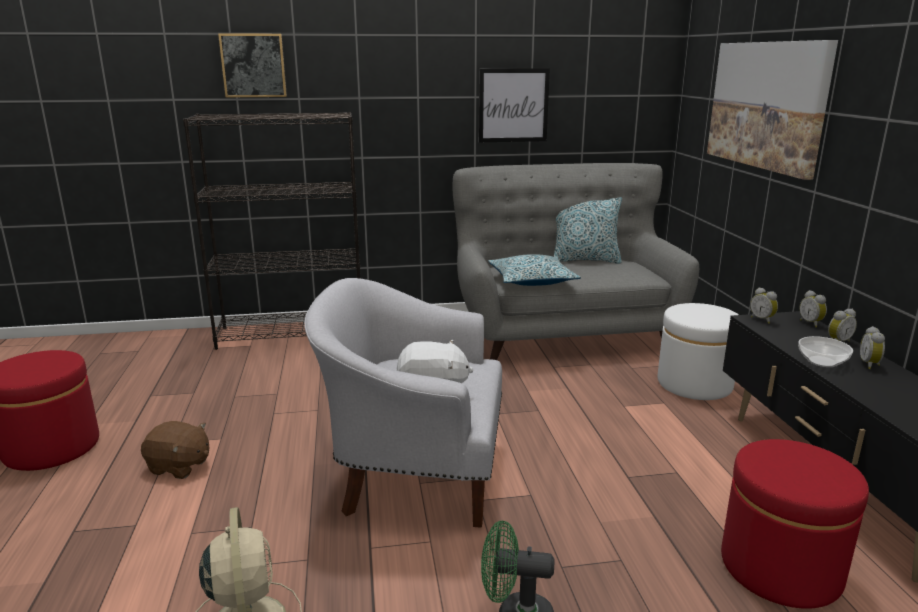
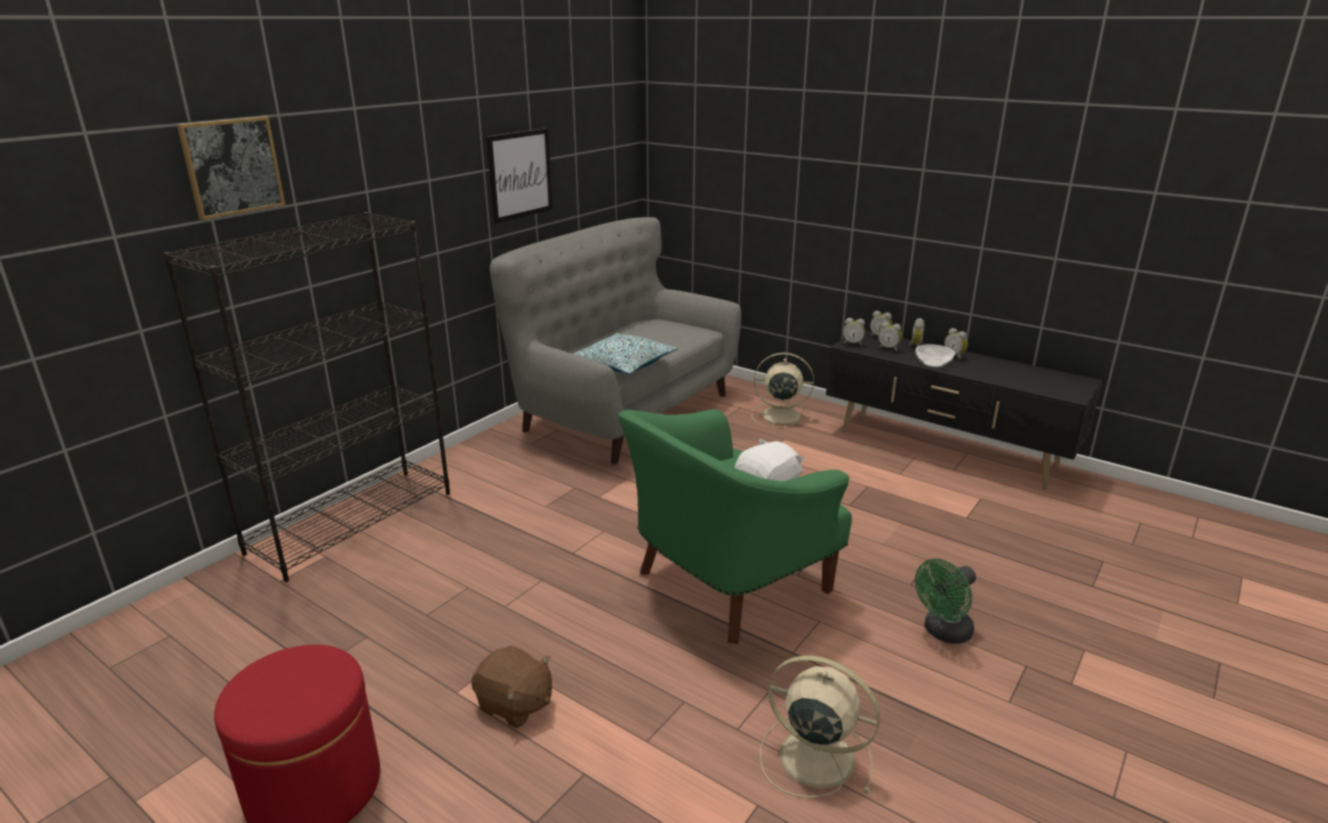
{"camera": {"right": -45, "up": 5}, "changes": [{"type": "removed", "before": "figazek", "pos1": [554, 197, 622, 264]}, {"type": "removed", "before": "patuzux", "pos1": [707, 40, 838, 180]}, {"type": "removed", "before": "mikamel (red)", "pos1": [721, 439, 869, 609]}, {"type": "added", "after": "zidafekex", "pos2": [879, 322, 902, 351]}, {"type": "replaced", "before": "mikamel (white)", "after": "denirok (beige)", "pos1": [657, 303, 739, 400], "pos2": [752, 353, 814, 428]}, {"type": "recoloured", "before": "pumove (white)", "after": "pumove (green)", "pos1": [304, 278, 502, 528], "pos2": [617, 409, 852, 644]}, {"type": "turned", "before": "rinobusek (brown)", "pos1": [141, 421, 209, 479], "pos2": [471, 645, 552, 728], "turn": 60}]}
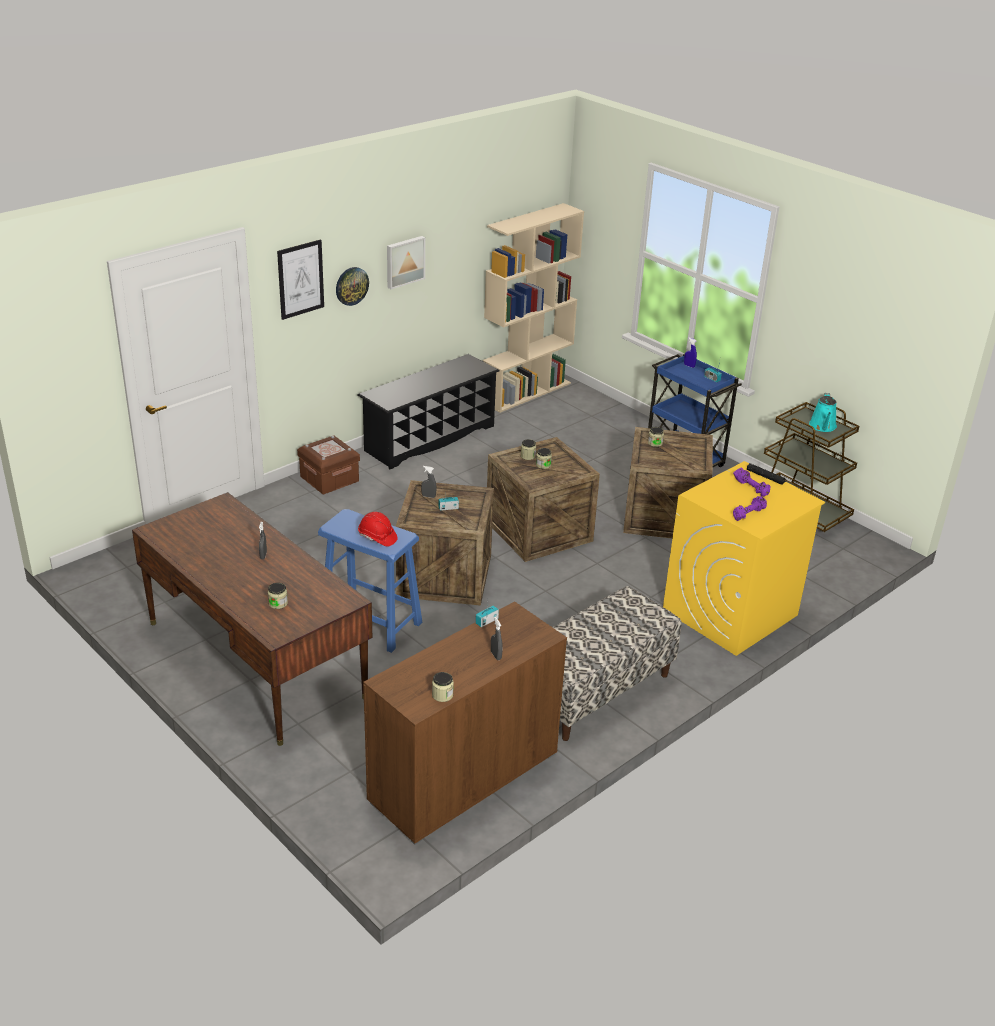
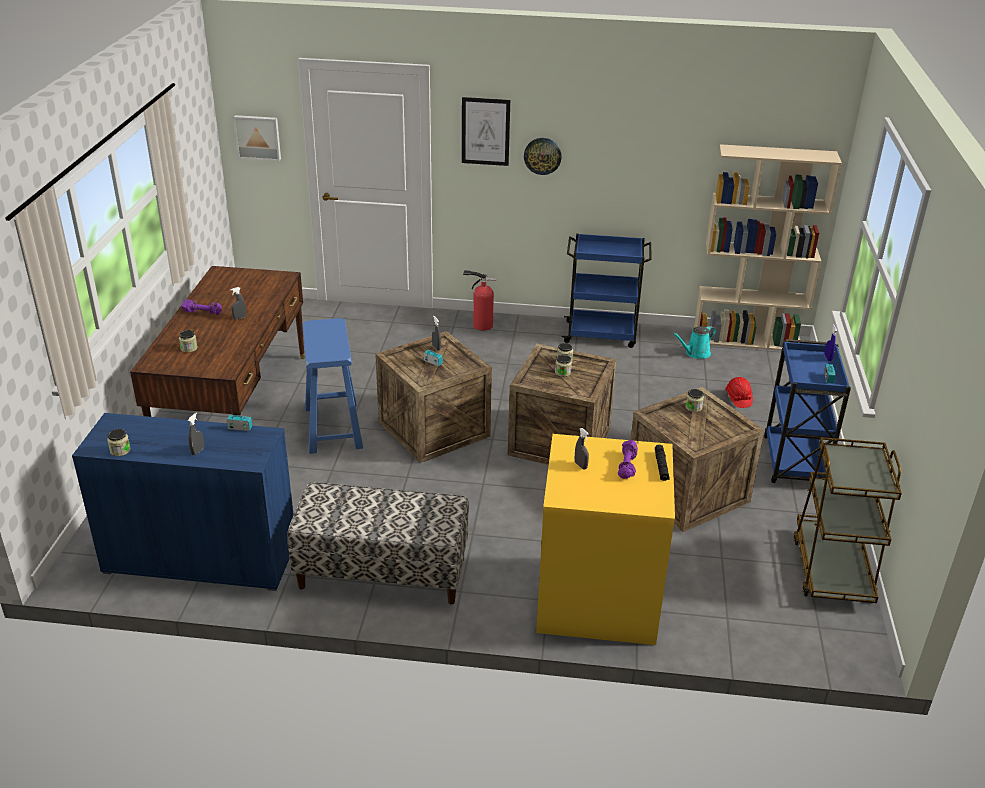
{"camera": {"right": 50, "up": 0}, "changes": [{"type": "added", "after": "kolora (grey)", "pos2": [575, 428, 589, 469]}, {"type": "moved", "before": "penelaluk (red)", "pos1": [358, 512, 398, 547], "pos2": [725, 377, 753, 408]}, {"type": "moved", "before": "patuzux", "pos1": [387, 236, 425, 289], "pos2": [233, 115, 281, 161]}, {"type": "moved", "before": "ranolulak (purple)", "pos1": [733, 496, 767, 521], "pos2": [181, 299, 222, 315]}, {"type": "moved", "before": "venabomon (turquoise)", "pos1": [809, 393, 837, 432], "pos2": [673, 326, 717, 359]}, {"type": "replaced", "before": "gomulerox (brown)", "after": "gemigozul", "pos1": [297, 436, 360, 494], "pos2": [463, 270, 496, 331]}, {"type": "replaced", "before": "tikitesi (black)", "after": "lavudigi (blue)", "pos1": [357, 354, 500, 469], "pos2": [561, 233, 651, 348]}, {"type": "recoloured", "before": "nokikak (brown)", "after": "nokikak (blue)", "pos1": [363, 601, 567, 845], "pos2": [72, 413, 293, 591]}]}
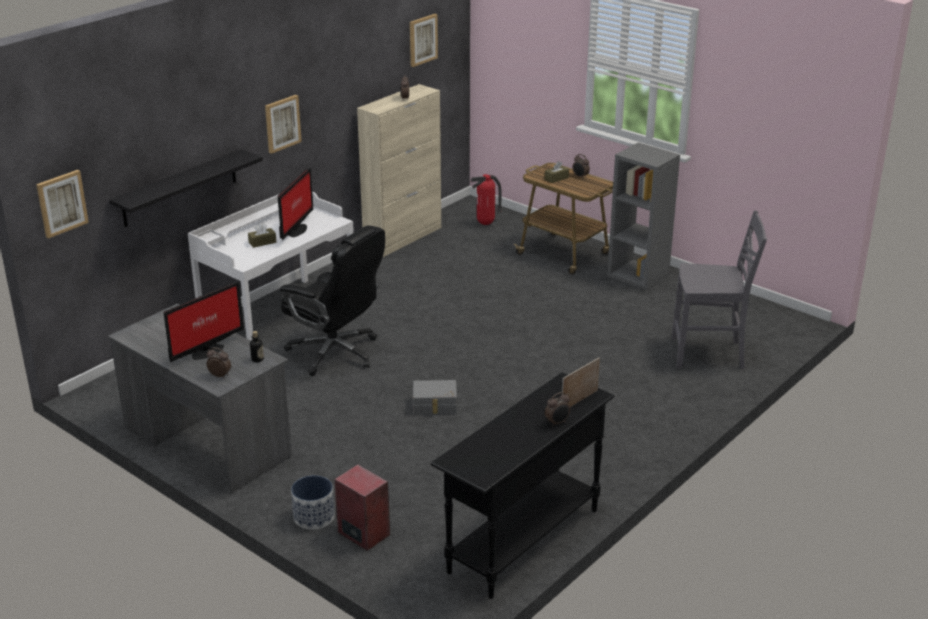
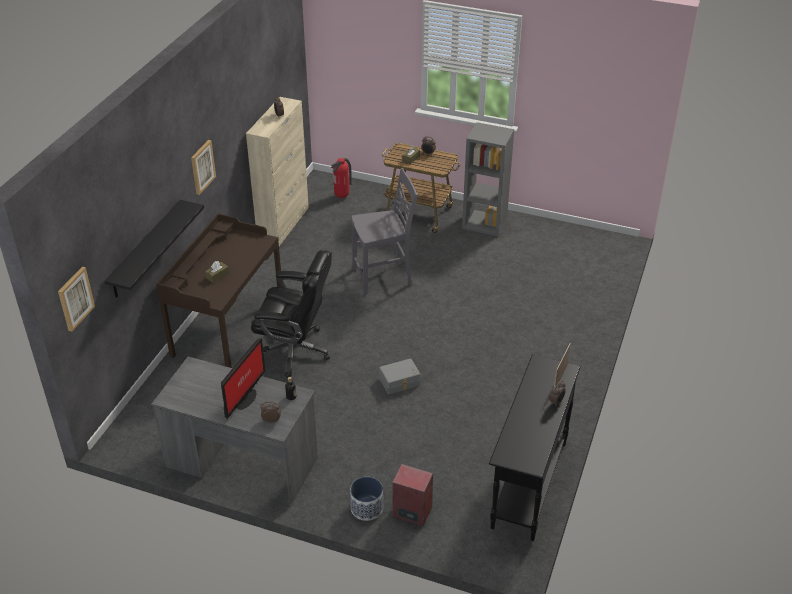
{"camera": {"right": -20, "up": 10}, "changes": [{"type": "removed", "before": "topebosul", "pos1": [278, 168, 313, 241]}, {"type": "removed", "before": "patuzux", "pos1": [410, 14, 438, 67]}, {"type": "moved", "before": "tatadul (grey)", "pos1": [672, 210, 767, 369], "pos2": [352, 168, 418, 295]}, {"type": "recoloured", "before": "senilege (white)", "after": "senilege (brown)", "pos1": [188, 192, 354, 340], "pos2": [156, 213, 281, 368]}]}
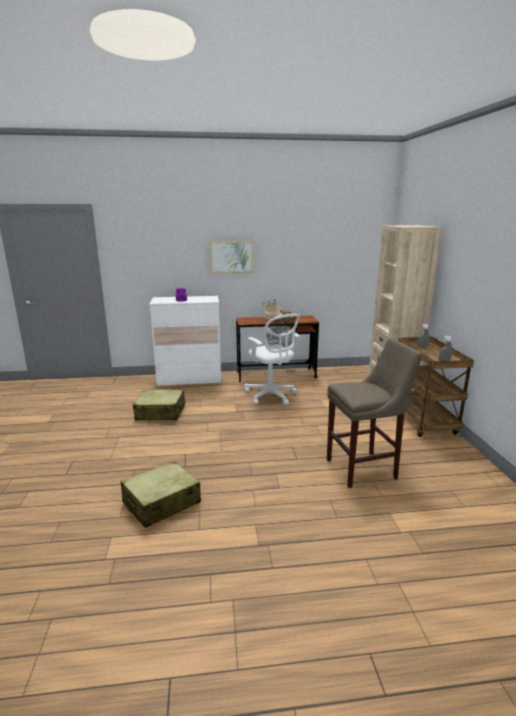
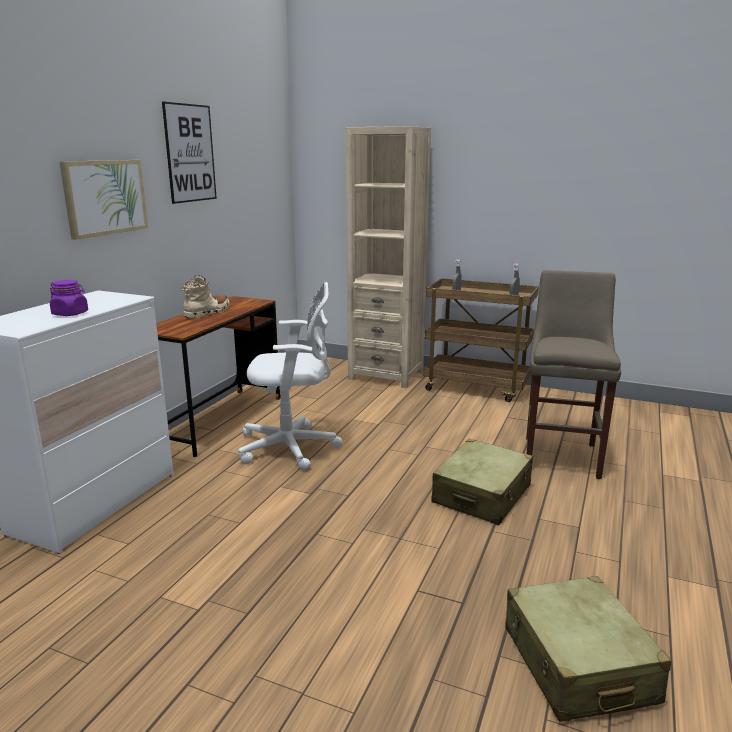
{"camera": {"right": -60, "up": 0}, "changes": [{"type": "added", "after": "patuzux", "pos2": [162, 102, 217, 204]}, {"type": "moved", "before": "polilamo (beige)", "pos1": [133, 389, 185, 420], "pos2": [431, 439, 533, 525]}]}
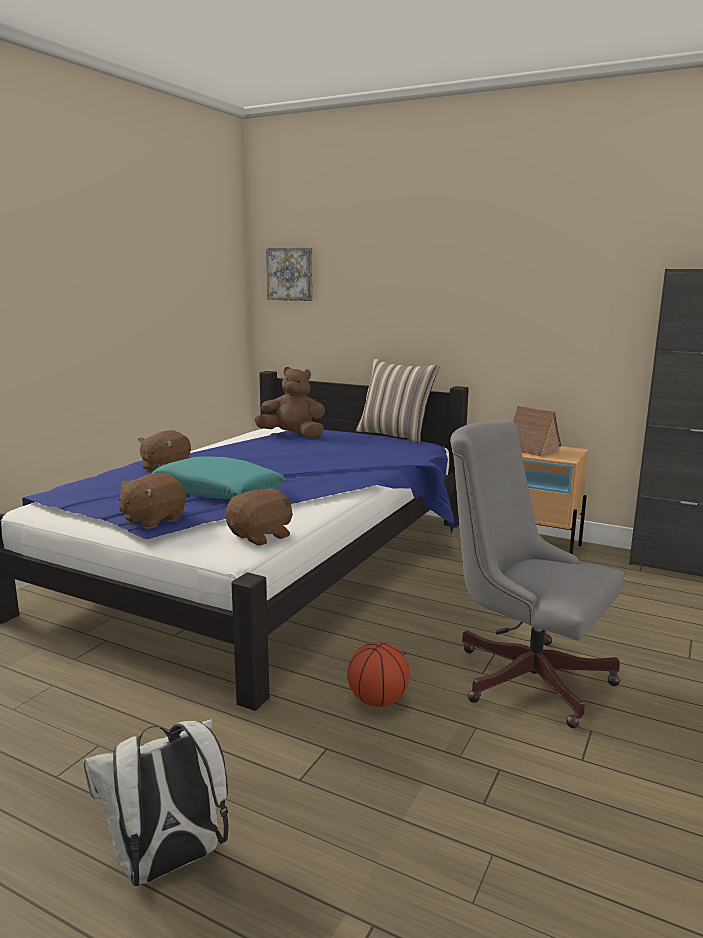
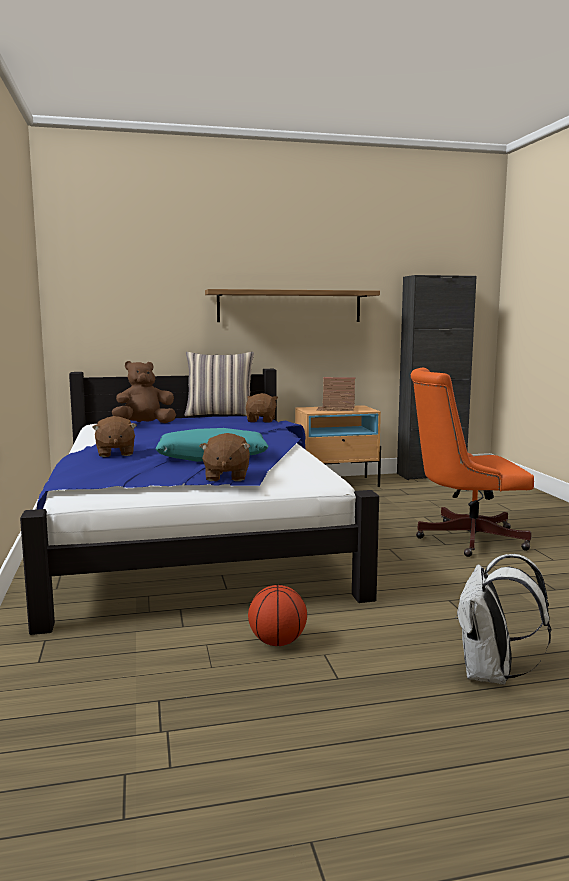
{"camera": {"right": -40, "up": -5}, "changes": [{"type": "removed", "before": "patuzux", "pos1": [266, 248, 313, 301]}, {"type": "added", "after": "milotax", "pos2": [205, 289, 380, 322]}, {"type": "moved", "before": "rinobusek (brown)", "pos1": [225, 488, 293, 546], "pos2": [246, 393, 278, 423]}, {"type": "moved", "before": "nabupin", "pos1": [347, 642, 409, 707], "pos2": [248, 585, 307, 646]}, {"type": "recoloured", "before": "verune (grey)", "after": "verune (orange)", "pos1": [450, 420, 624, 728], "pos2": [411, 368, 534, 557]}]}
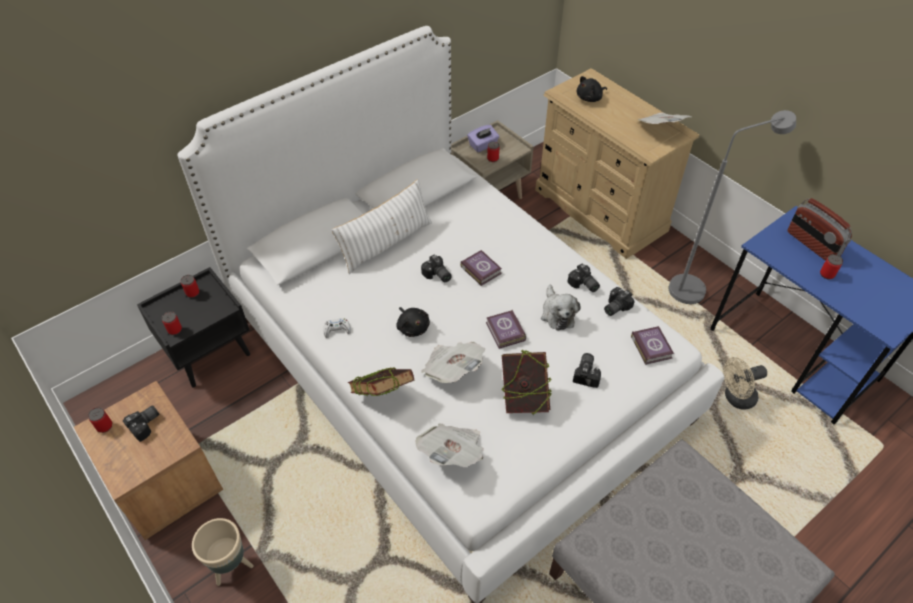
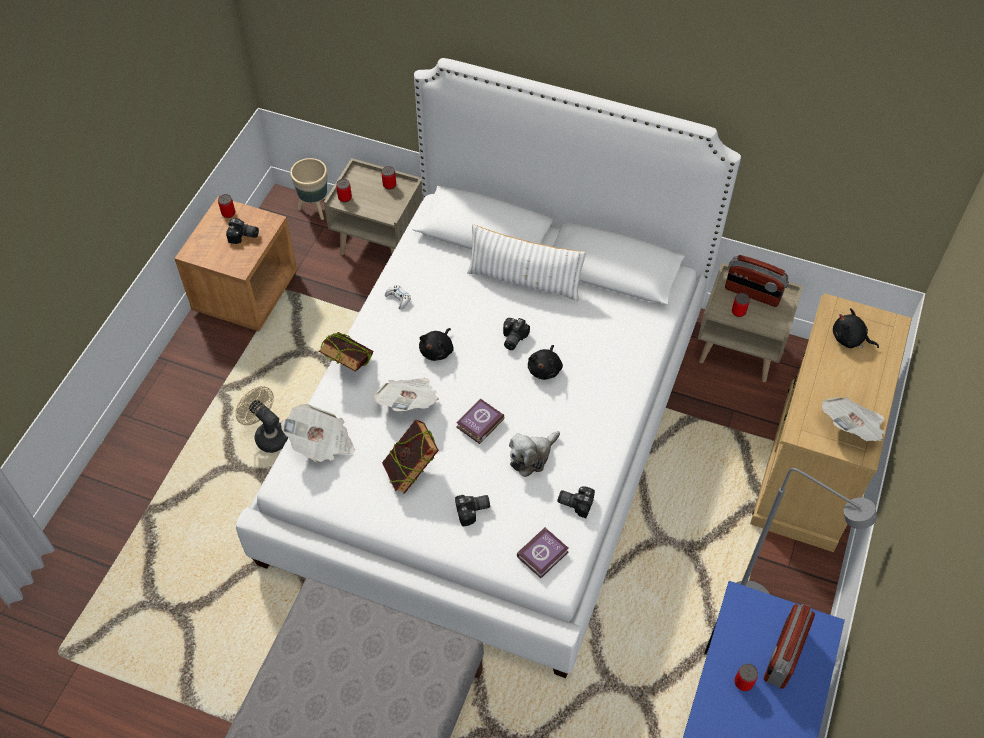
{"camera": {"right": 60, "up": 5}, "changes": [{"type": "removed", "before": "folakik", "pos1": [567, 263, 600, 292]}, {"type": "moved", "before": "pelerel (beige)", "pos1": [192, 518, 254, 586], "pos2": [290, 158, 327, 220]}, {"type": "moved", "before": "denirok (beige)", "pos1": [723, 357, 767, 410], "pos2": [235, 386, 288, 453]}, {"type": "replaced", "before": "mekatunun", "after": "rinobusek (black)", "pos1": [460, 250, 502, 286], "pos2": [528, 345, 563, 380]}, {"type": "replaced", "before": "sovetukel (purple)", "after": "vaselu", "pos1": [467, 125, 499, 152], "pos2": [725, 255, 789, 307]}, {"type": "recoloured", "before": "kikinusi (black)", "after": "kikinusi (beige)", "pos1": [137, 267, 250, 388], "pos2": [324, 158, 423, 255]}]}
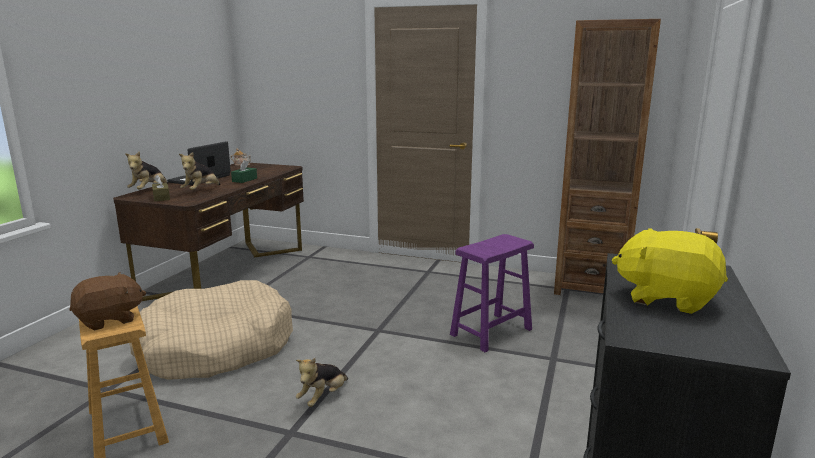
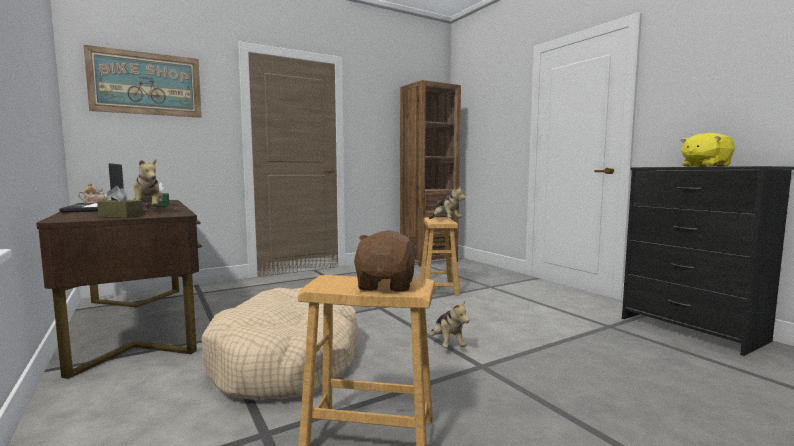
{"camera": {"right": -50, "up": -10}, "changes": [{"type": "added", "after": "patuzux", "pos2": [83, 45, 202, 118]}, {"type": "moved", "before": "rinobusek", "pos1": [125, 151, 168, 190], "pos2": [429, 185, 466, 219]}, {"type": "recoloured", "before": "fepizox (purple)", "after": "fepizox (brown)", "pos1": [450, 234, 534, 352], "pos2": [420, 217, 460, 295]}]}
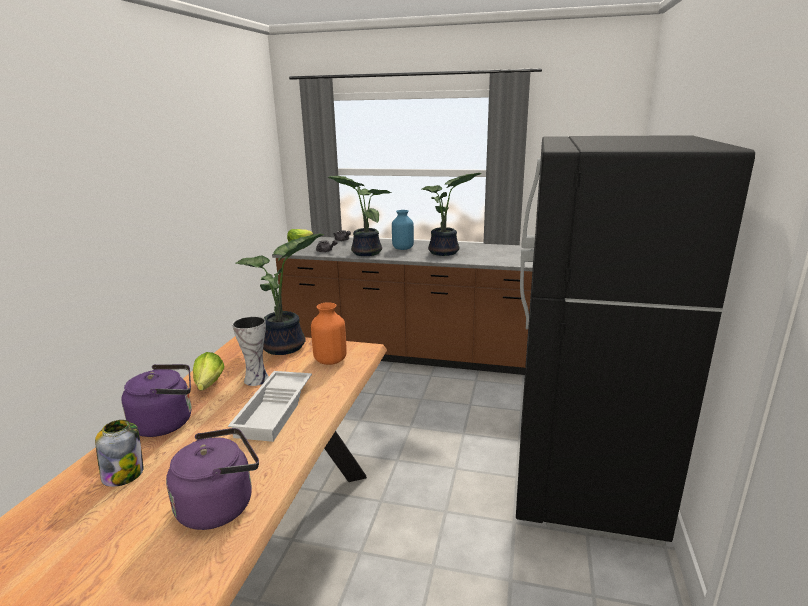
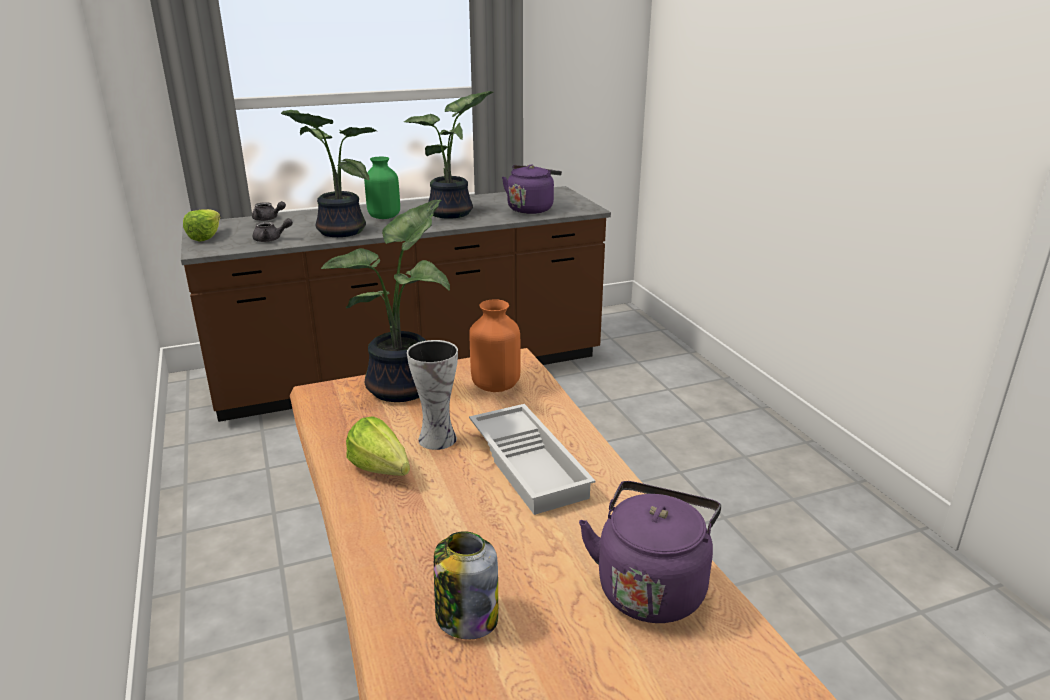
{"camera": {"right": -35, "up": 5}, "changes": [{"type": "removed", "before": "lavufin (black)", "pos1": [516, 135, 755, 545]}, {"type": "moved", "before": "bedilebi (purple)", "pos1": [121, 364, 191, 437], "pos2": [502, 164, 562, 214]}, {"type": "recoloured", "before": "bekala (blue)", "after": "bekala (green)", "pos1": [392, 210, 414, 250], "pos2": [364, 157, 400, 219]}]}
